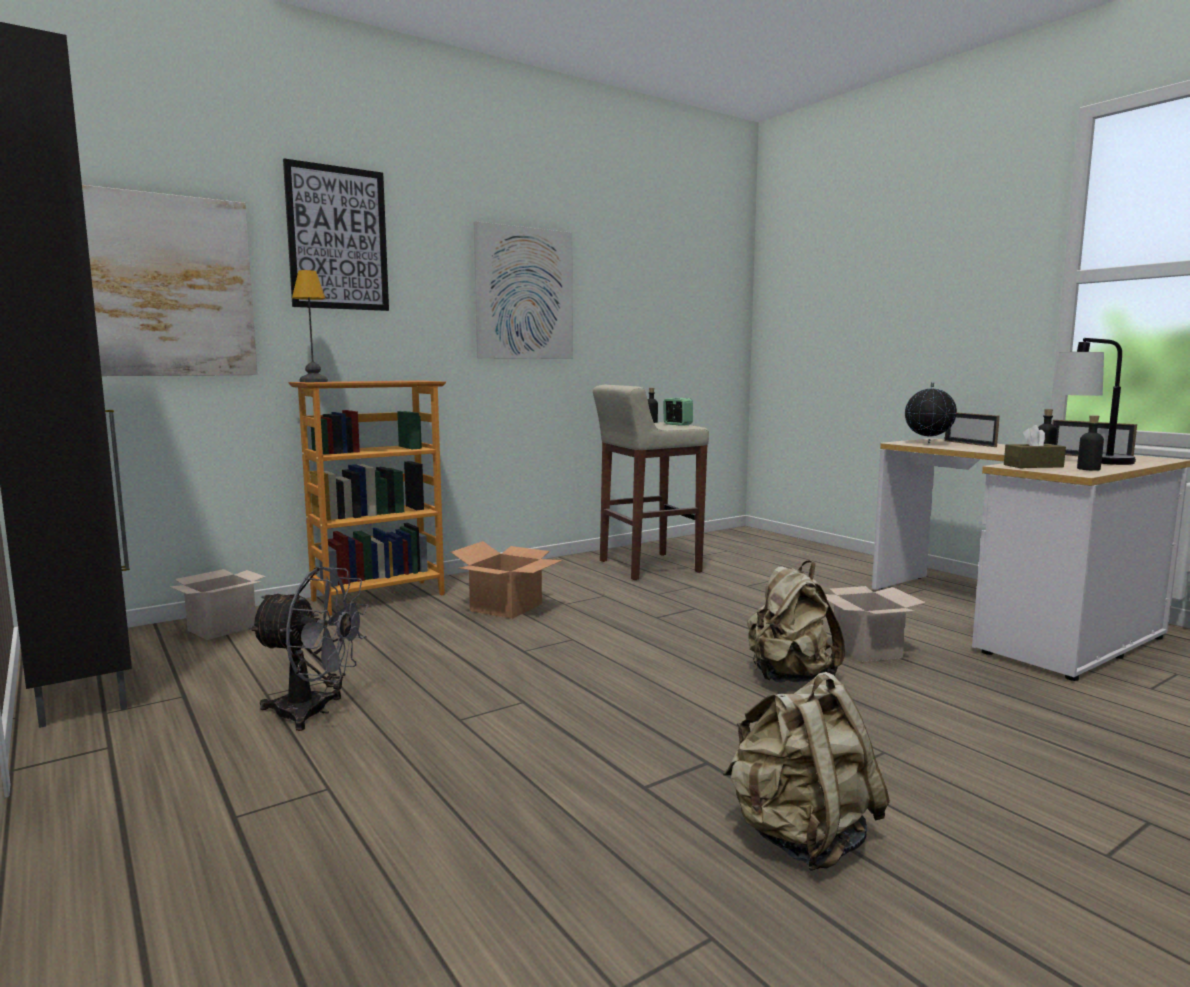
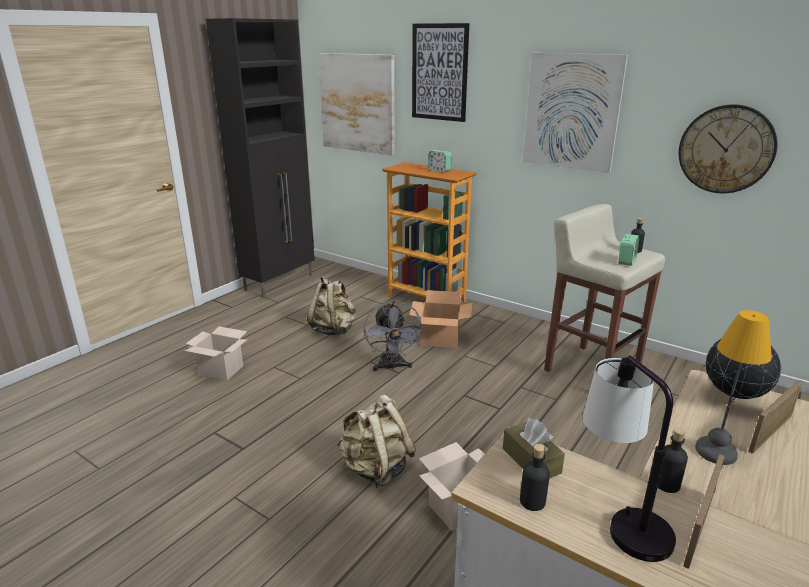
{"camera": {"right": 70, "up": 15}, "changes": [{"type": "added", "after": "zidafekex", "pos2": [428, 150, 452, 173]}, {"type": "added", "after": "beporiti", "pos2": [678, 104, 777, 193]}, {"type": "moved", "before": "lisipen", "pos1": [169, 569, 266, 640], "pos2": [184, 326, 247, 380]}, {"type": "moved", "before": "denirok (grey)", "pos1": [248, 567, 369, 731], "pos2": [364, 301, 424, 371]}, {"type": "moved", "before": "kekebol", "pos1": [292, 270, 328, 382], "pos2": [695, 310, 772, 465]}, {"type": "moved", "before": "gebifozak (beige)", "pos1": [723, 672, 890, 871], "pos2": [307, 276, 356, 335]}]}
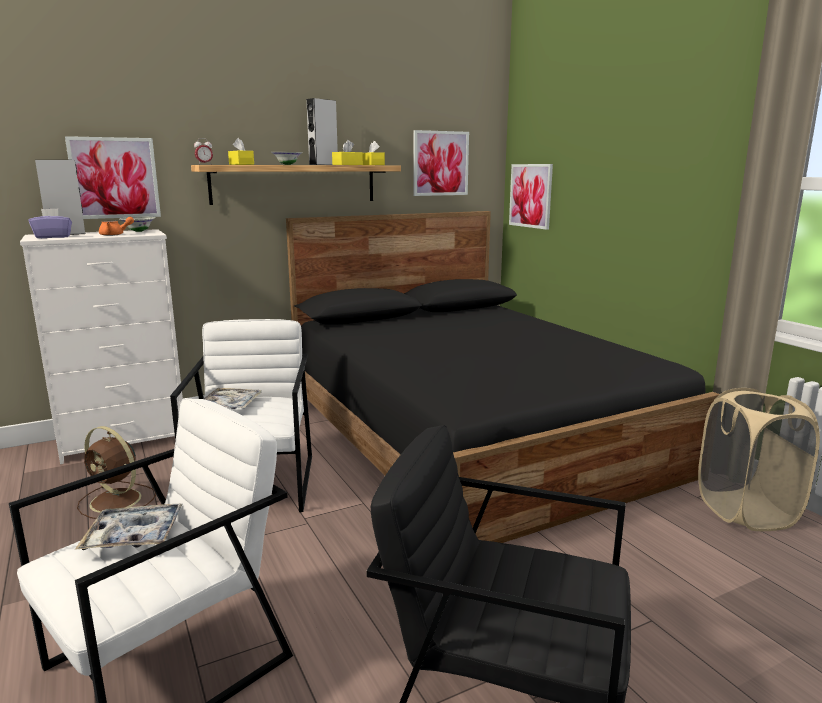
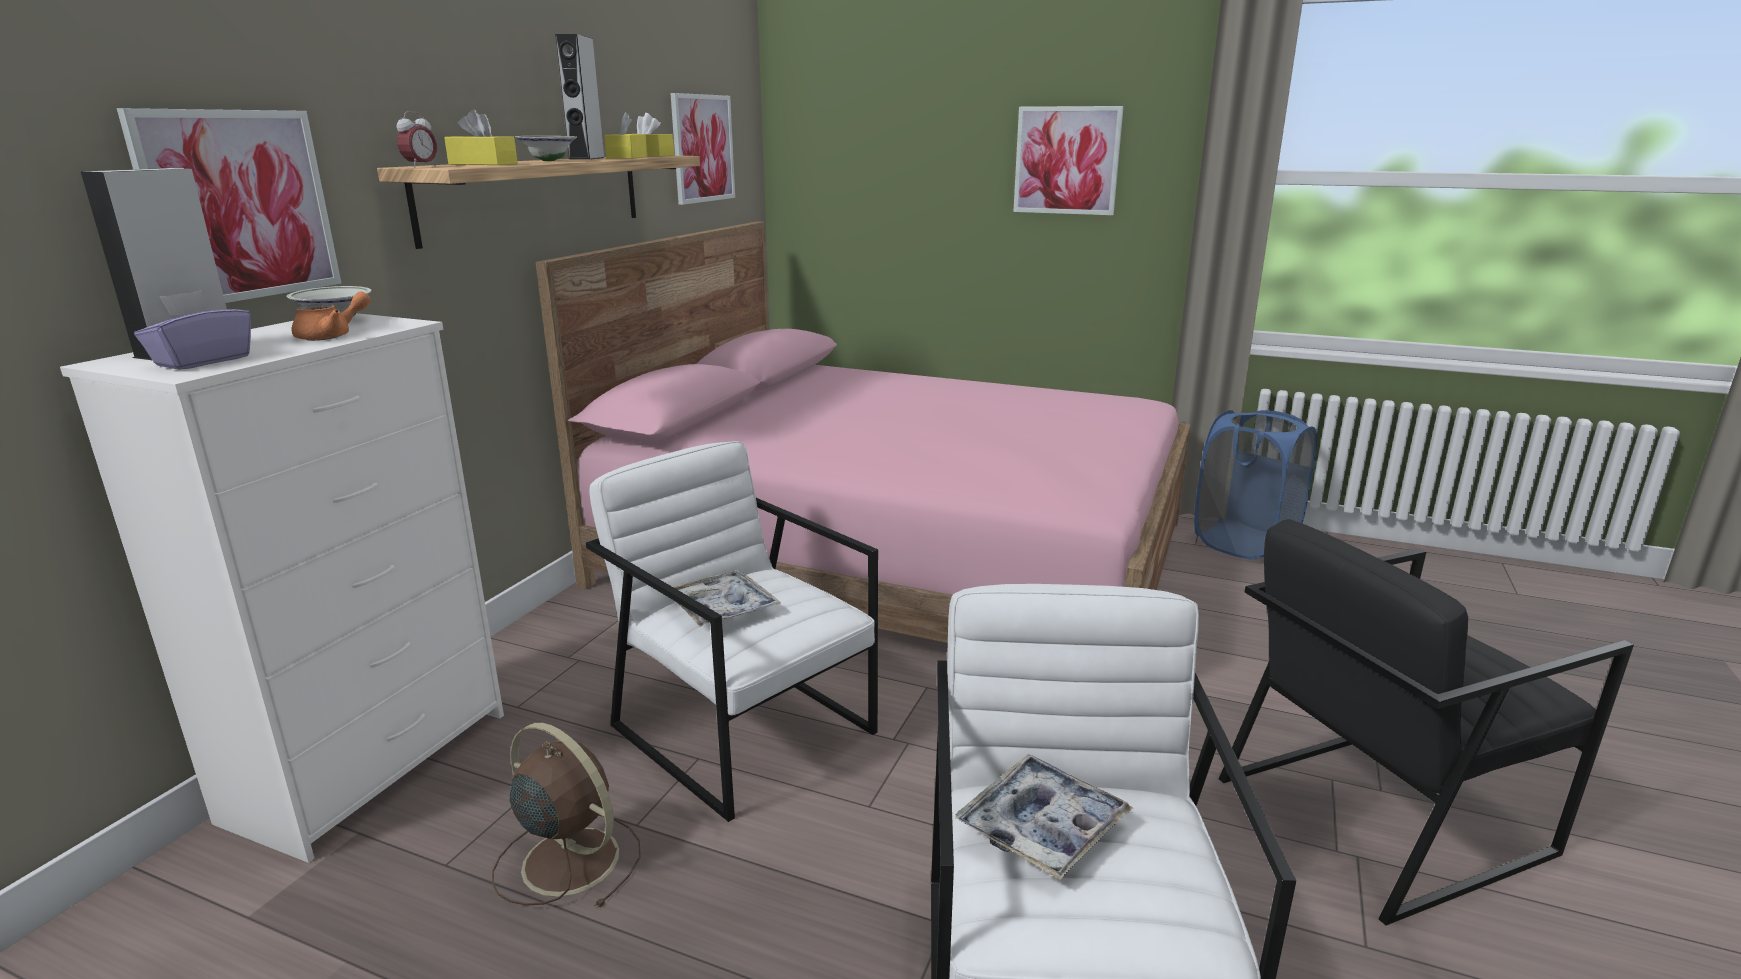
{"camera": {"right": -40, "up": 5}, "changes": [{"type": "moved", "before": "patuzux", "pos1": [509, 164, 553, 230], "pos2": [1013, 106, 1124, 215]}, {"type": "recoloured", "before": "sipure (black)", "after": "sipure (pink)", "pos1": [286, 211, 719, 543], "pos2": [535, 221, 1191, 643]}, {"type": "recoloured", "before": "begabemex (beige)", "after": "begabemex (blue)", "pos1": [698, 388, 820, 531], "pos2": [1194, 410, 1317, 560]}, {"type": "turned", "before": "denirok (brown)", "pos1": [77, 426, 156, 519], "pos2": [492, 723, 641, 908], "turn": -135}]}
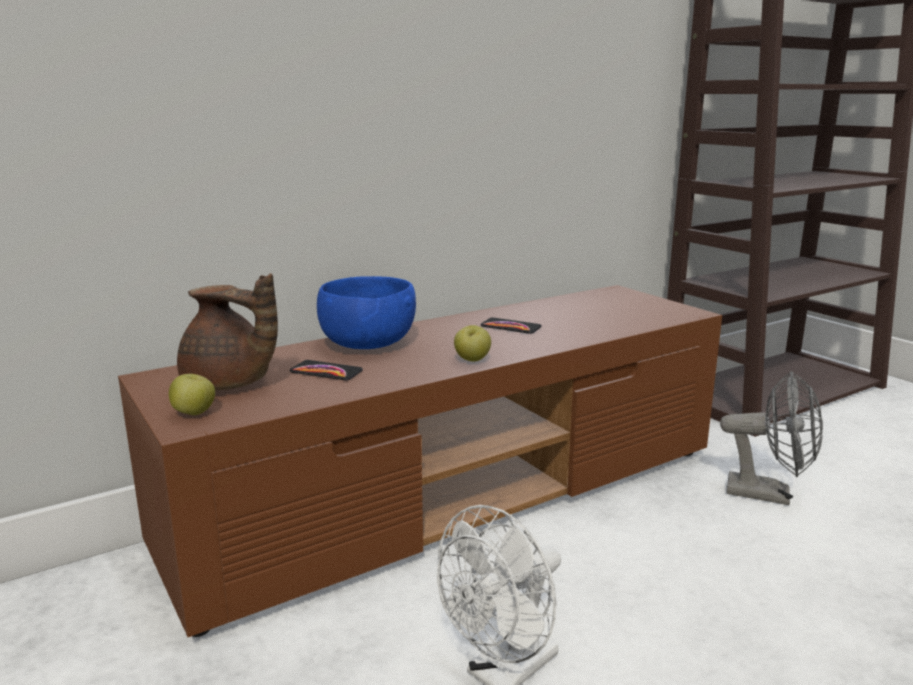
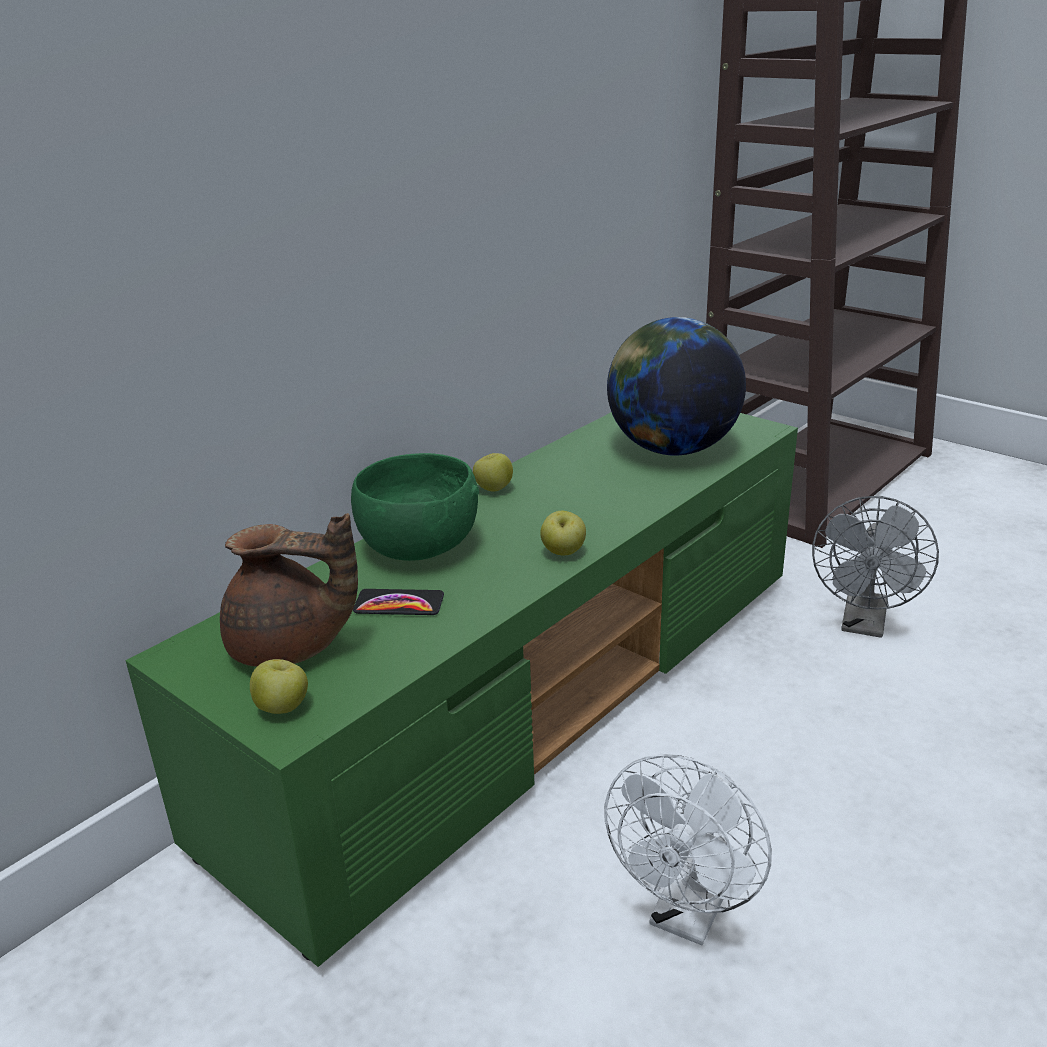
{"camera": {"right": -15, "up": 10}, "changes": [{"type": "removed", "before": "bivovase", "pos1": [481, 317, 542, 334]}, {"type": "added", "after": "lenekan", "pos2": [473, 453, 513, 492]}, {"type": "added", "after": "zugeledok", "pos2": [607, 317, 746, 455]}, {"type": "recoloured", "before": "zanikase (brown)", "after": "zanikase (green)", "pos1": [118, 285, 722, 637], "pos2": [126, 412, 798, 967]}, {"type": "recoloured", "before": "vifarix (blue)", "after": "vifarix (green)", "pos1": [317, 276, 416, 349], "pos2": [351, 453, 479, 561]}, {"type": "turned", "before": "denirok (grey)", "pos1": [720, 371, 823, 505], "pos2": [812, 496, 939, 638], "turn": 105}]}
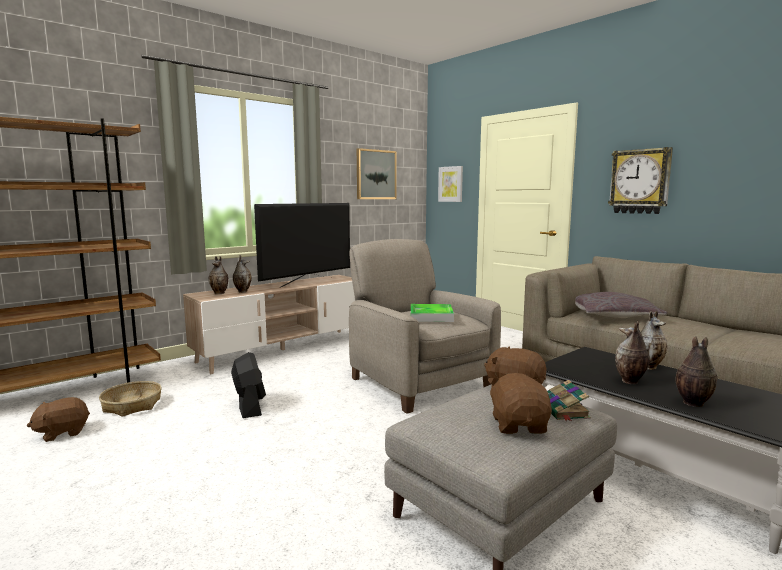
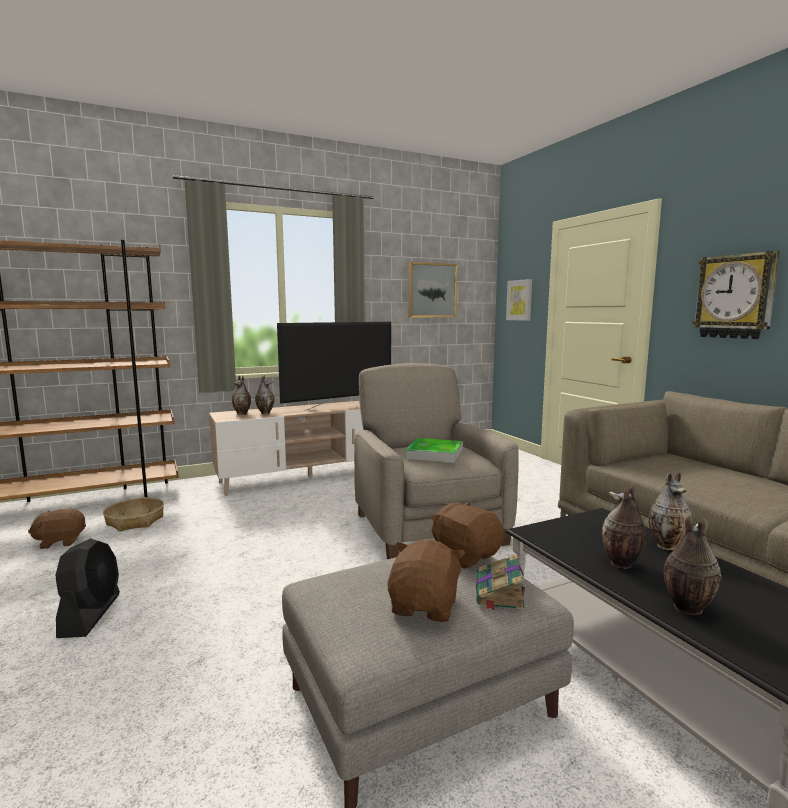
{"camera": {"right": 15, "up": 0}, "changes": [{"type": "removed", "before": "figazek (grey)", "pos1": [575, 292, 667, 318]}, {"type": "moved", "before": "denirok (black)", "pos1": [231, 352, 266, 418], "pos2": [56, 538, 120, 638]}]}
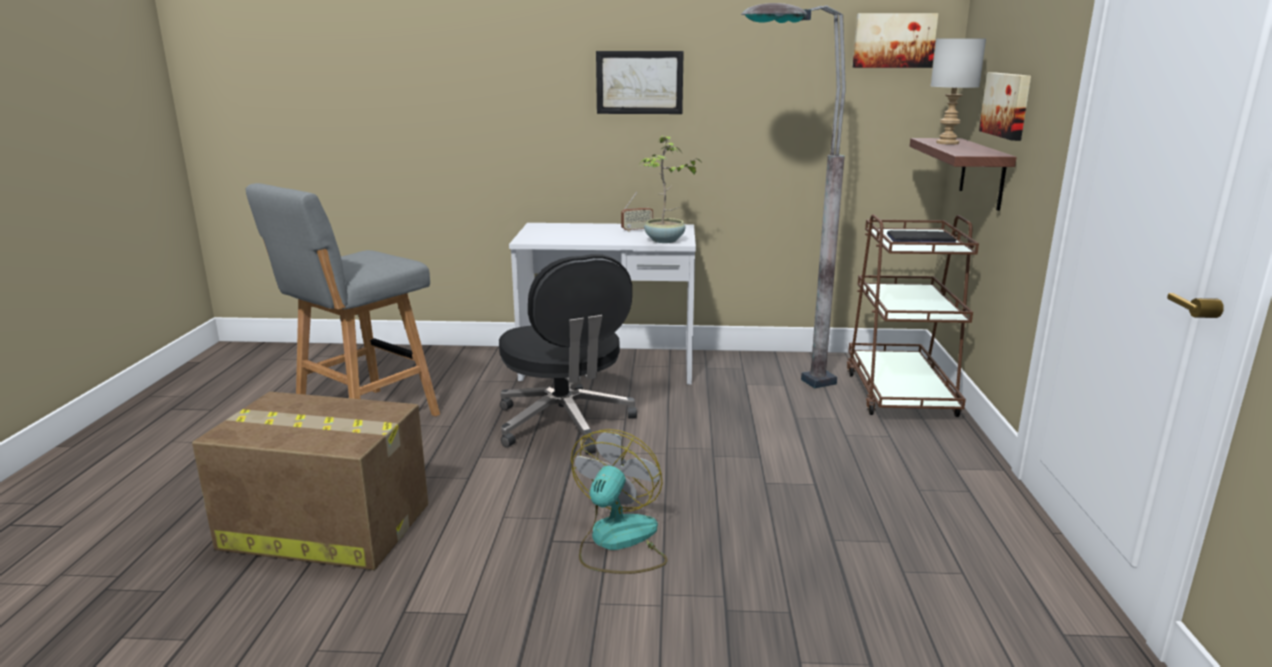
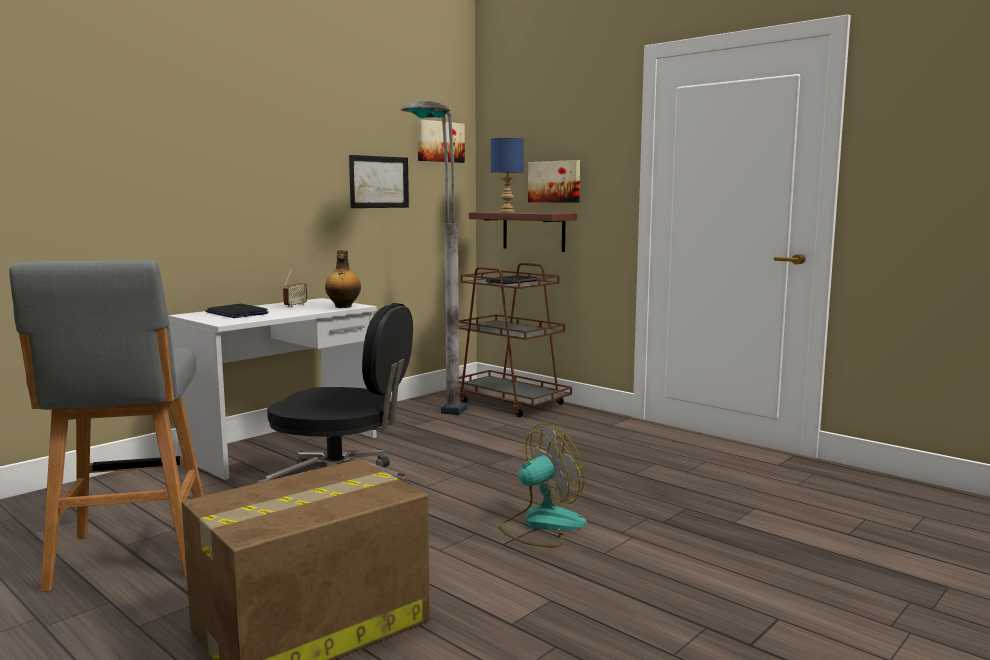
{"camera": {"right": -50, "up": -10}, "changes": [{"type": "added", "after": "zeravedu", "pos2": [206, 304, 269, 318]}, {"type": "moved", "before": "patuzux", "pos1": [596, 51, 684, 114], "pos2": [349, 155, 409, 208]}, {"type": "replaced", "before": "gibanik", "after": "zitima", "pos1": [639, 135, 702, 243], "pos2": [325, 250, 361, 308]}, {"type": "recoloured", "before": "kekebol (grey)", "after": "kekebol (blue)", "pos1": [931, 38, 986, 145], "pos2": [491, 138, 524, 213]}, {"type": "turned", "before": "denirok", "pos1": [571, 429, 667, 574], "pos2": [499, 424, 587, 548], "turn": 90}]}
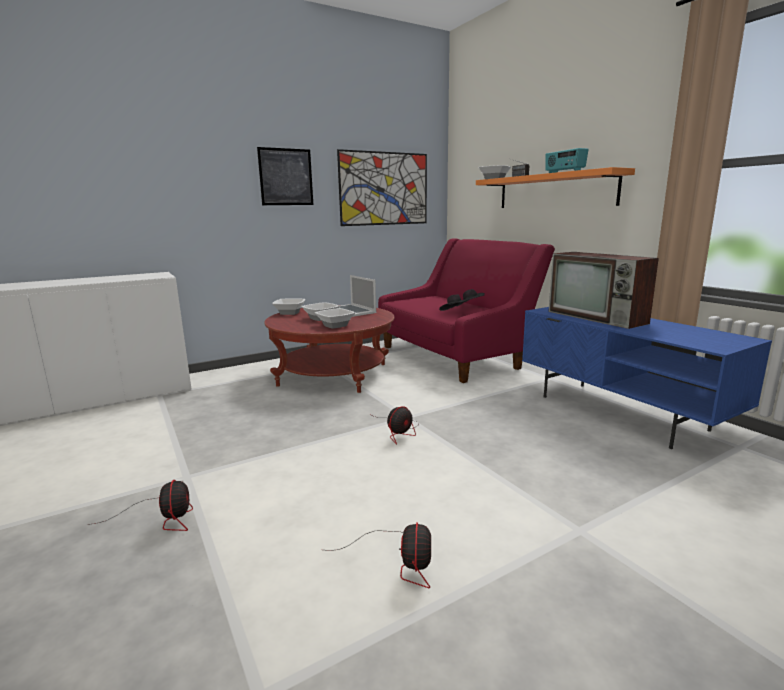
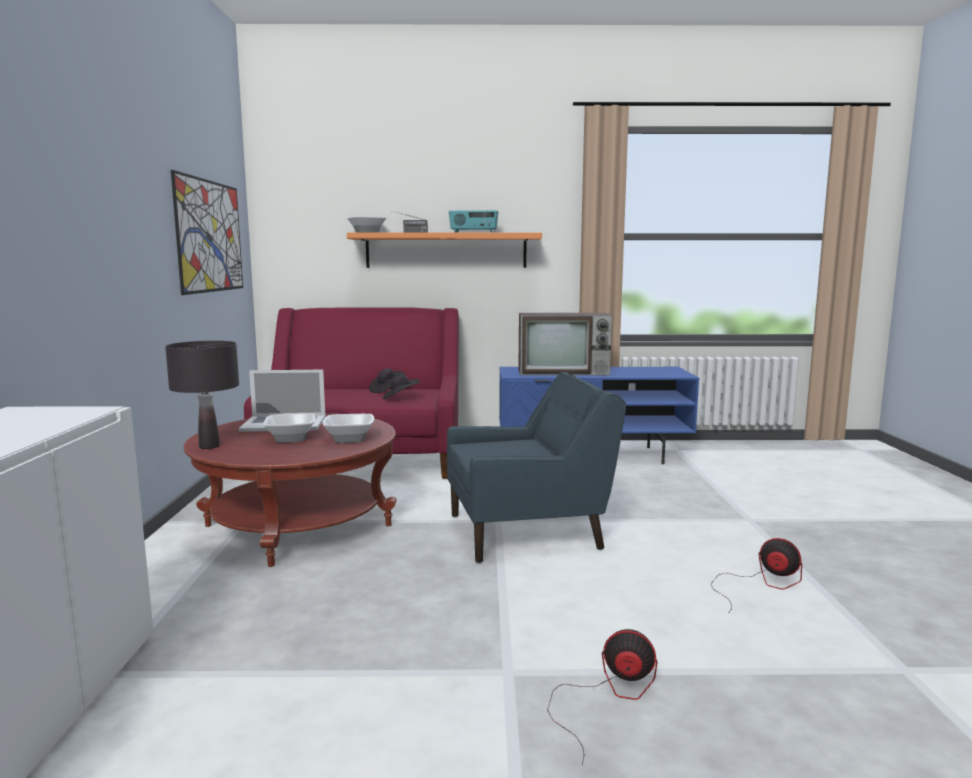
{"camera": {"right": -60, "up": -5}, "changes": [{"type": "removed", "before": "patuzux", "pos1": [257, 147, 313, 205]}, {"type": "replaced", "before": "vifarix", "after": "kekebol (black)", "pos1": [272, 299, 305, 315], "pos2": [165, 341, 239, 449]}, {"type": "replaced", "before": "denirok", "after": "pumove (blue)", "pos1": [374, 406, 419, 445], "pos2": [447, 372, 626, 563]}]}
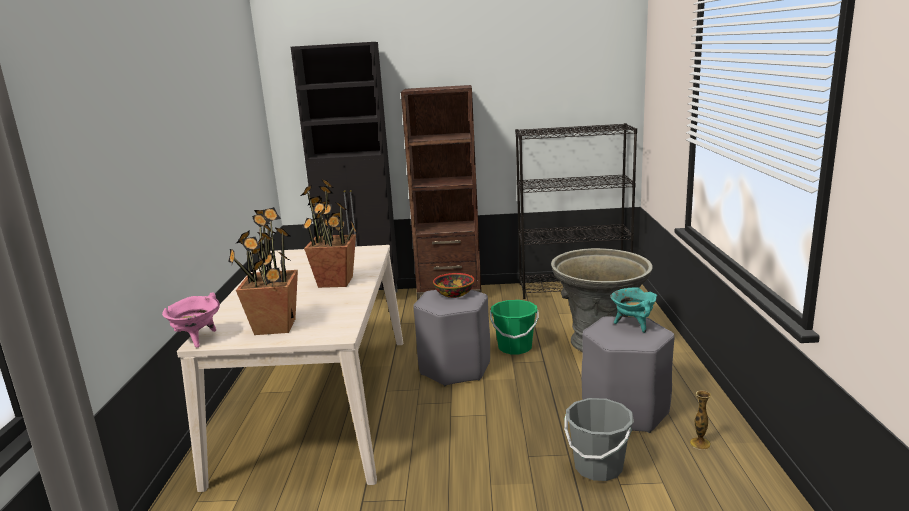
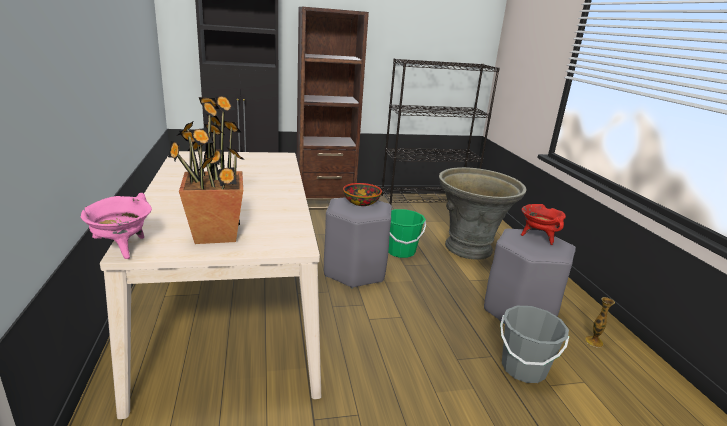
{"camera": {"right": -15, "up": 5}, "changes": [{"type": "removed", "before": "gibanik", "pos1": [301, 179, 357, 288]}, {"type": "recoloured", "before": "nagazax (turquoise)", "after": "nagazax (red)", "pos1": [610, 287, 657, 333], "pos2": [521, 204, 566, 245]}]}
